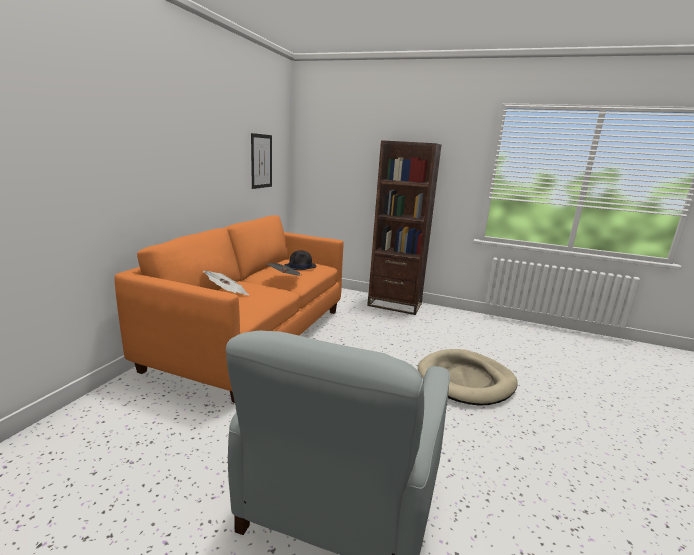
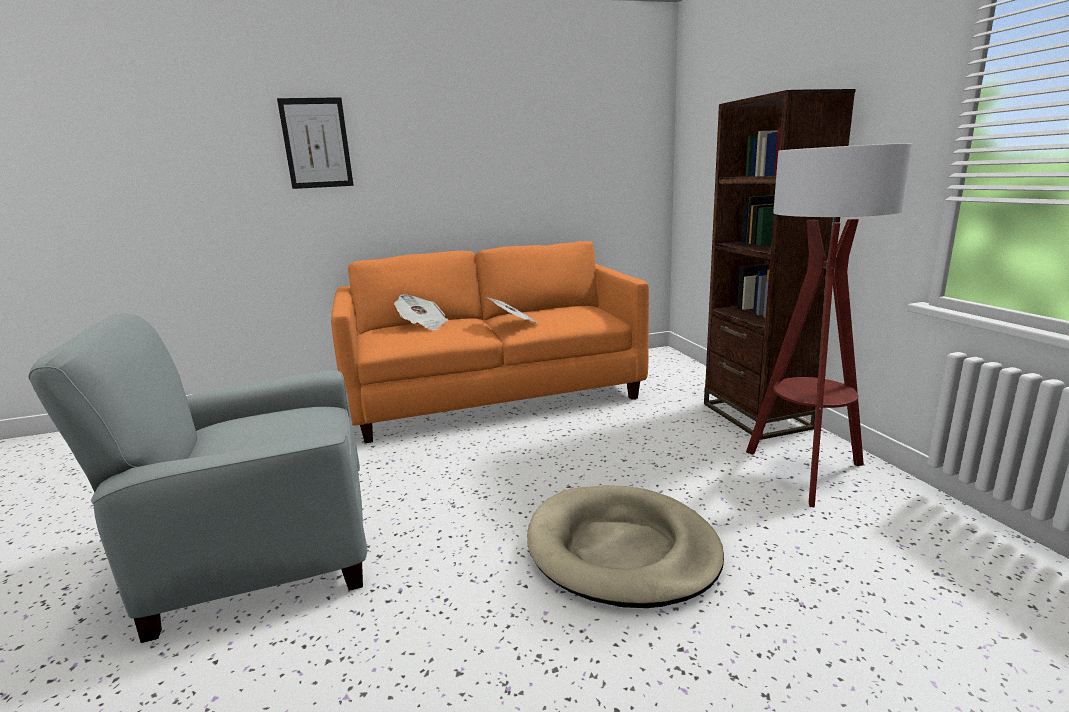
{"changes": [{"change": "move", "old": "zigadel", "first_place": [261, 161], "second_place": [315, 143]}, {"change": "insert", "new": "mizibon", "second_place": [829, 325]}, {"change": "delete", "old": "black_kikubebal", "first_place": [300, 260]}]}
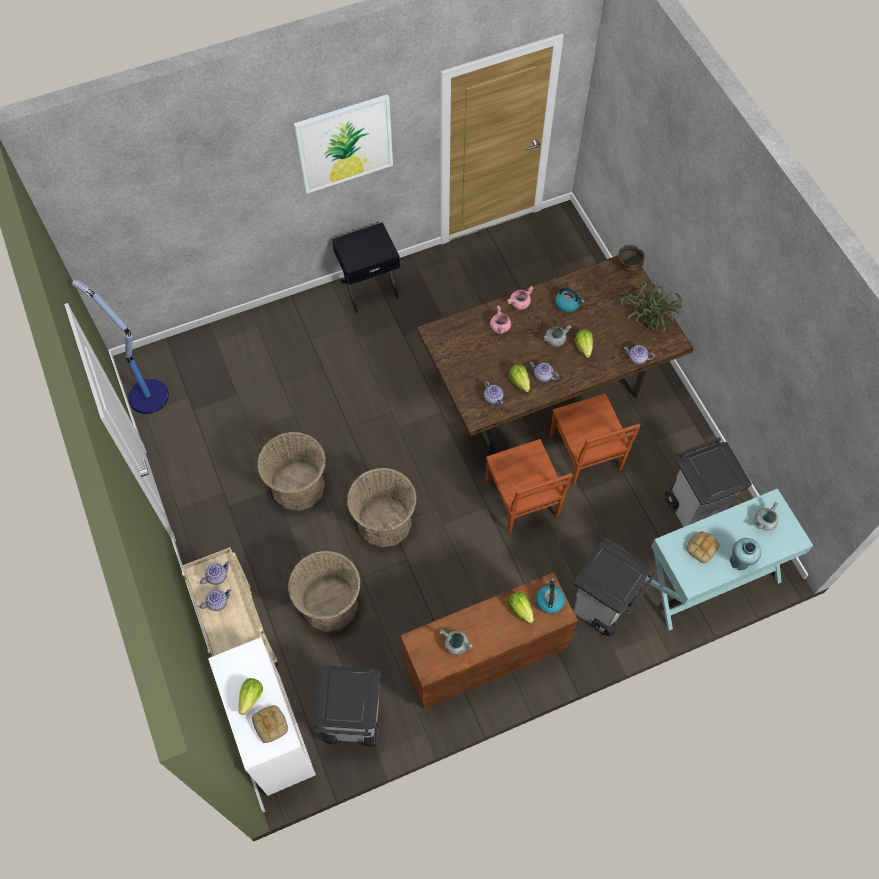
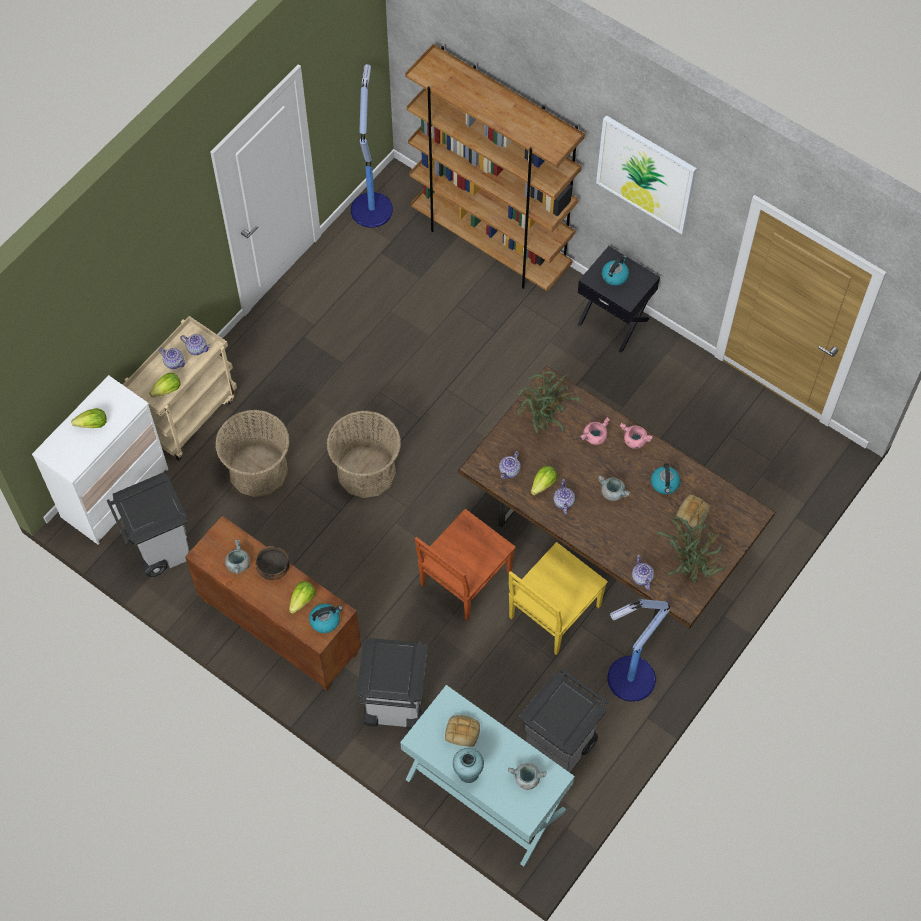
{"changes": [{"change": "move", "old": "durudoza", "first_place": [584, 343], "second_place": [164, 385]}, {"change": "move", "old": "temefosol", "first_place": [631, 258], "second_place": [272, 563]}, {"change": "insert", "new": "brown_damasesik", "second_place": [495, 168]}, {"change": "recolor", "old": "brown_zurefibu", "new": "yellow_zurefibu", "first_place": [595, 439], "second_place": [558, 598]}, {"change": "insert", "new": "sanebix", "second_place": [548, 402]}, {"change": "insert", "new": "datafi", "second_place": [615, 270]}, {"change": "insert", "new": "mizibon", "second_place": [638, 650]}, {"change": "move", "old": "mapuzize", "first_place": [270, 724], "second_place": [693, 511]}, {"change": "delete", "old": "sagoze", "first_place": [291, 471]}]}
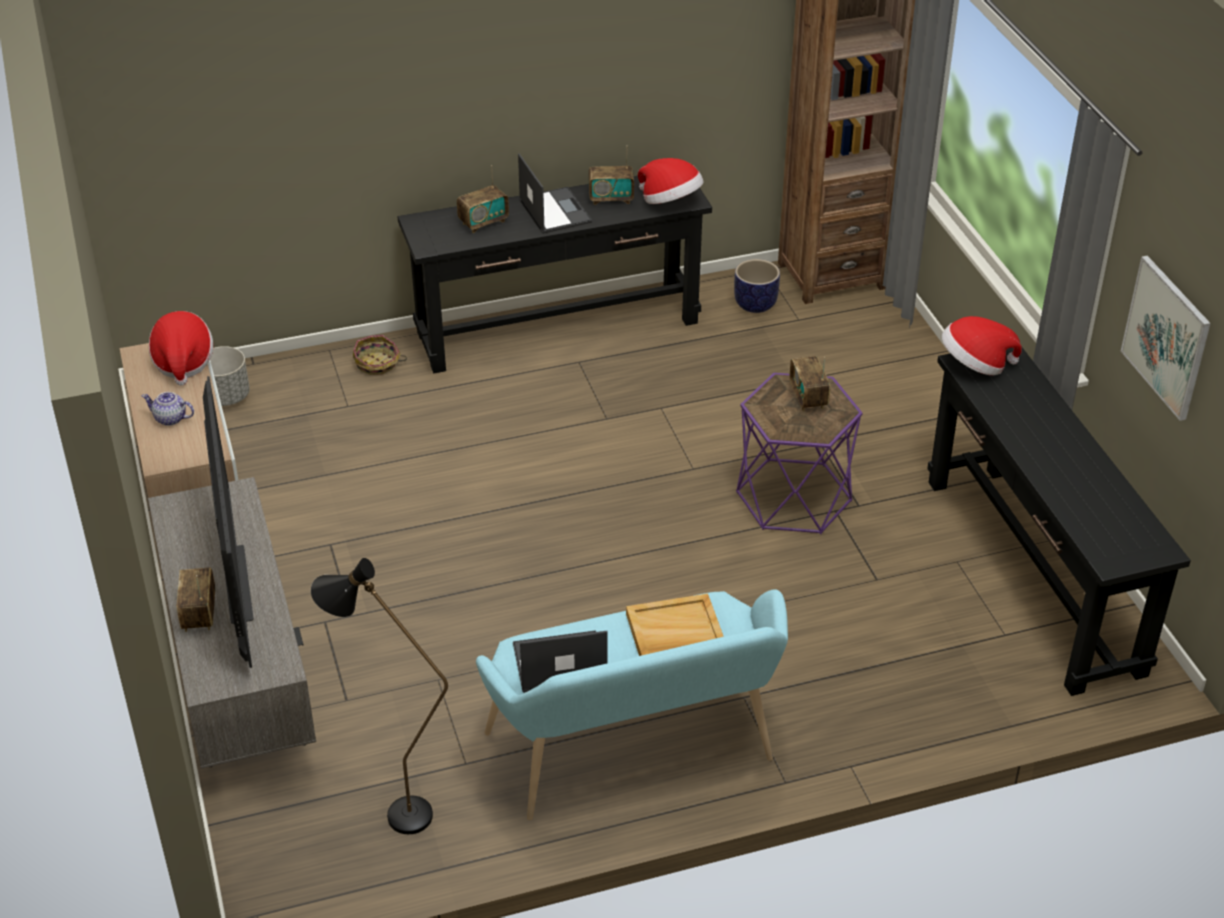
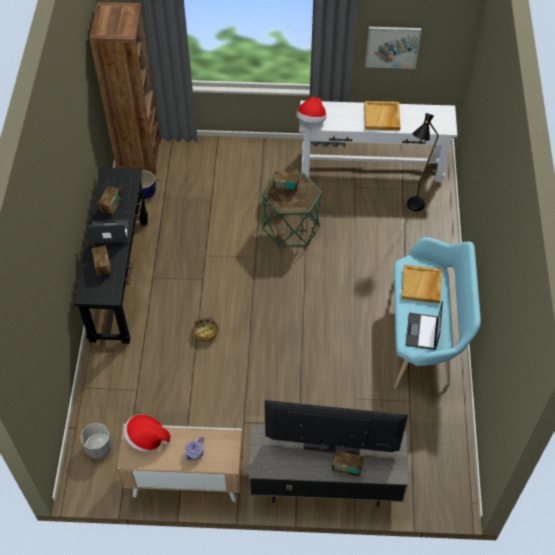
{"changes": [{"change": "move", "old": "sagoze", "first_place": [380, 355], "second_place": [206, 329]}, {"change": "recolor", "old": "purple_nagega", "new": "green_nagega", "first_place": [799, 453], "second_place": [292, 210]}, {"change": "recolor", "old": "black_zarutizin", "new": "white_zarutizin", "first_place": [1059, 521], "second_place": [378, 141]}, {"change": "insert", "new": "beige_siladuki", "second_place": [382, 115]}, {"change": "move", "old": "black_mizibon", "first_place": [379, 696], "second_place": [422, 162]}, {"change": "delete", "old": "kikubebal", "first_place": [671, 181]}]}
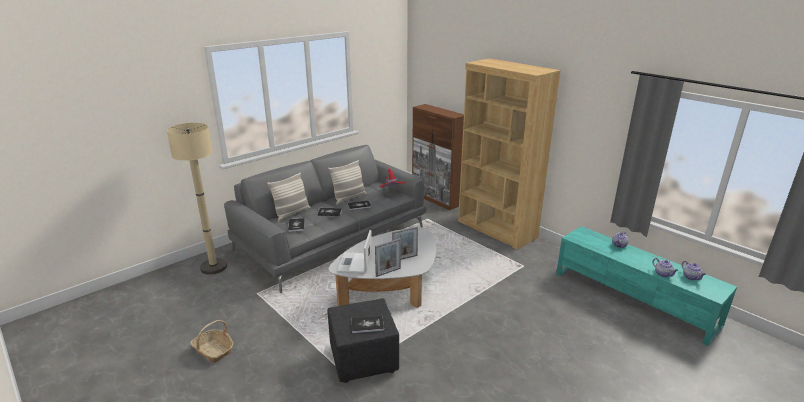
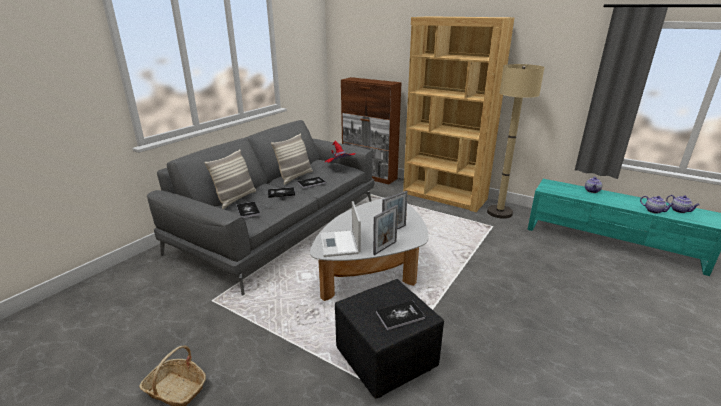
{"changes": [{"change": "move", "old": "beige_mizibon", "first_place": [197, 199], "second_place": [516, 141]}]}
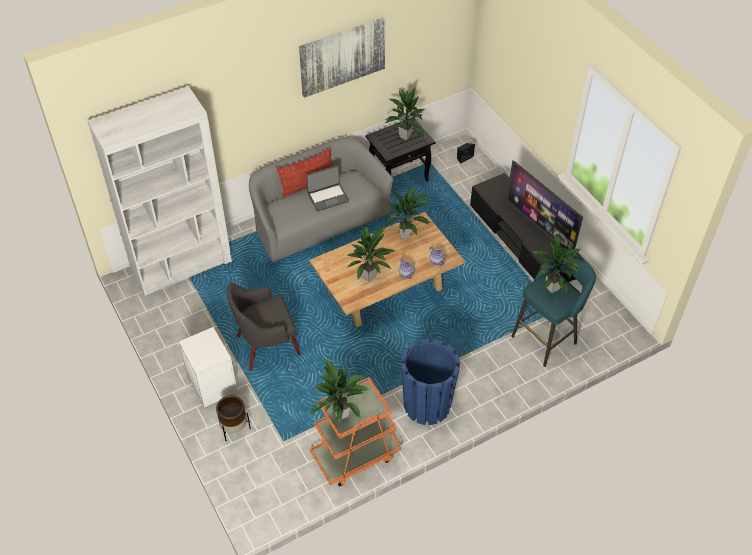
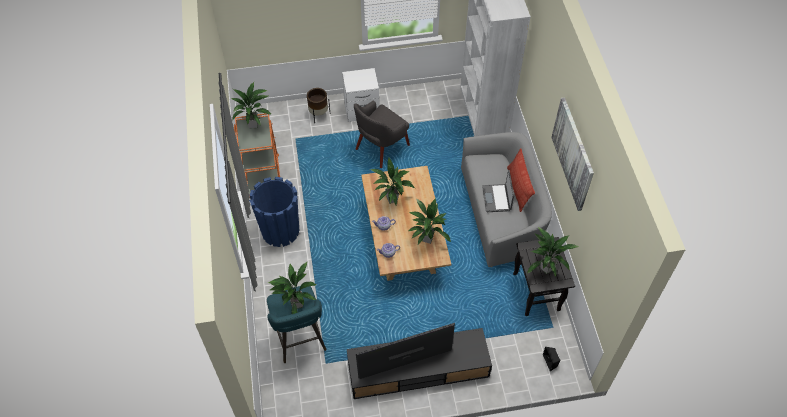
{"changes": [{"change": "rotate", "old": "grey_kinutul", "first_place": [264, 326], "second_place": [382, 134], "degrees": -135}]}
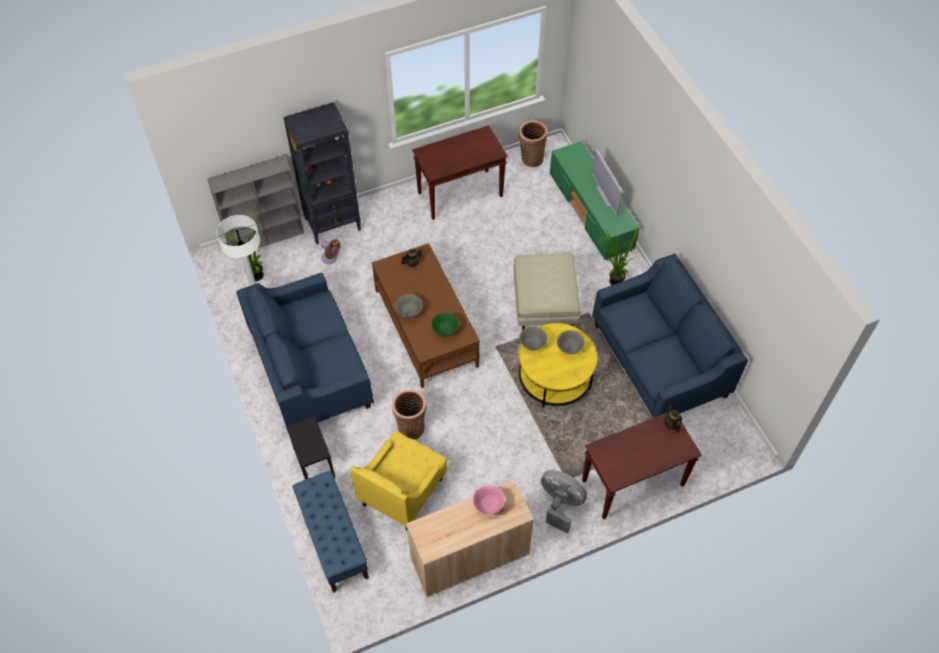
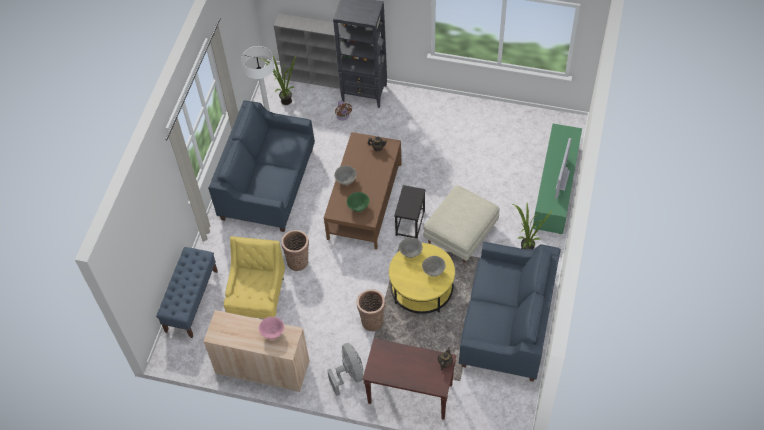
{"changes": [{"change": "rotate", "old": "yellow_kinutul", "first_place": [398, 481], "second_place": [254, 277], "degrees": 120}, {"change": "move", "old": "sagoze", "first_place": [533, 144], "second_place": [371, 310]}, {"change": "move", "old": "black_nagega", "first_place": [310, 448], "second_place": [410, 212]}, {"change": "delete", "old": "brown_zarutizin", "first_place": [460, 172]}]}
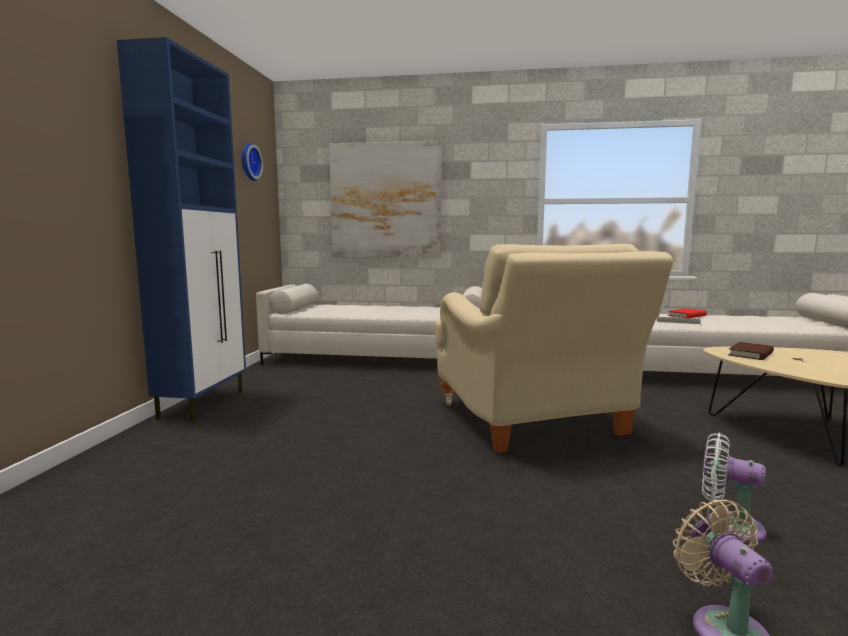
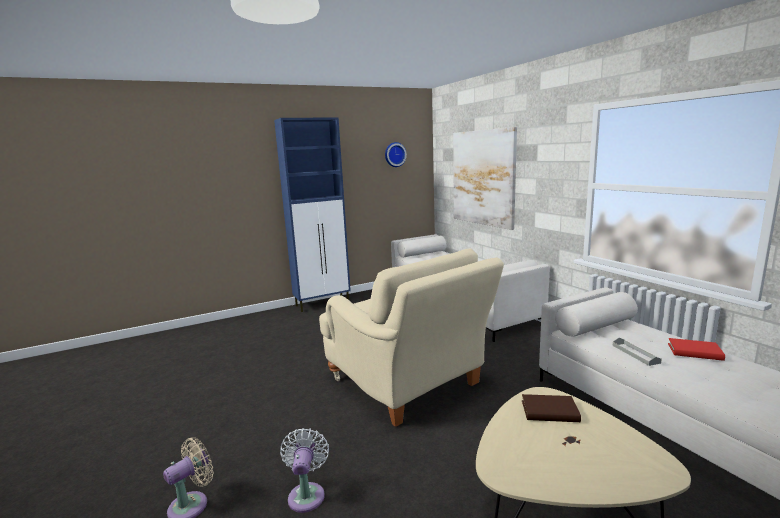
{"changes": [{"change": "rotate", "old": "beige_kinutul", "first_place": [554, 348], "second_place": [411, 338], "degrees": -75}]}
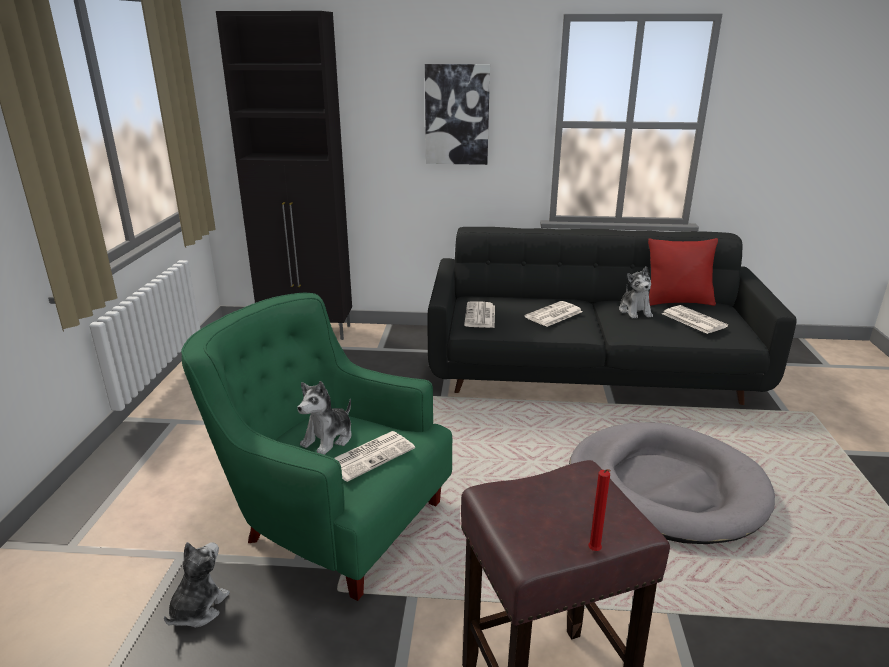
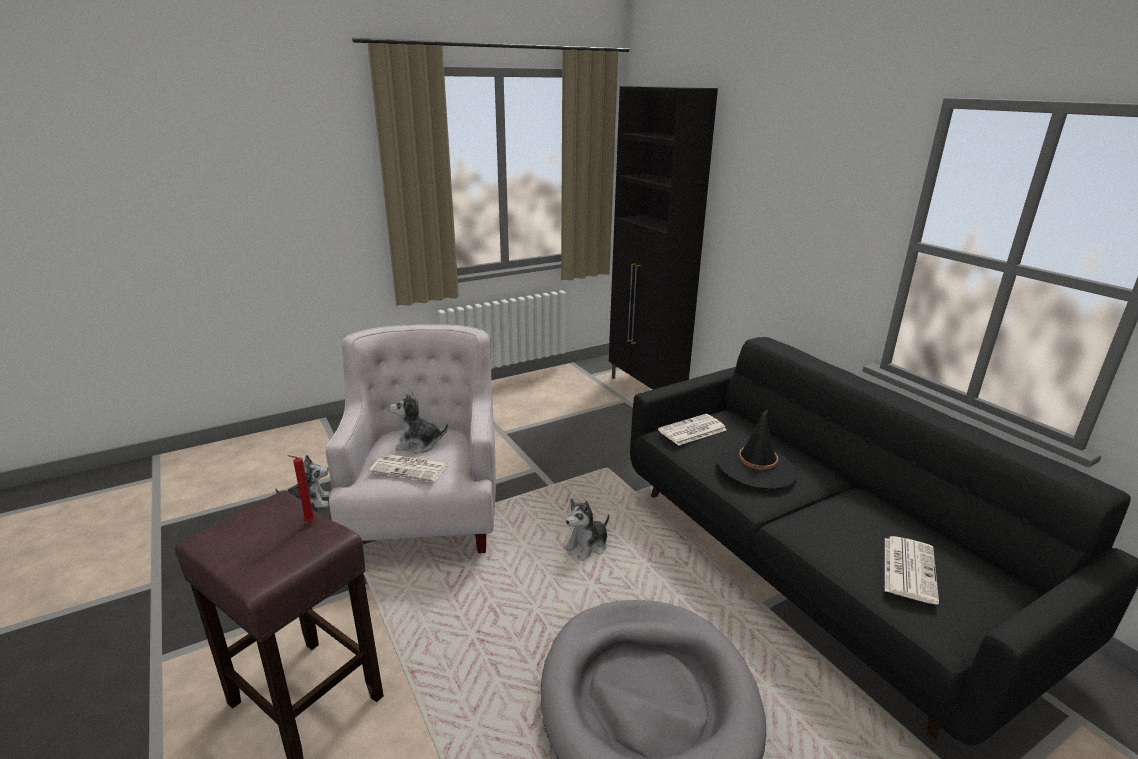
{"changes": [{"change": "move", "old": "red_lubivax", "first_place": [599, 510], "second_place": [301, 488]}, {"change": "recolor", "old": "green_kinutul", "new": "white_kinutul", "first_place": [316, 447], "second_place": [411, 438]}, {"change": "move", "old": "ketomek", "first_place": [636, 292], "second_place": [586, 529]}, {"change": "replace", "old": "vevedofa", "new": "black_kikubebal", "first_place": [554, 314], "second_place": [757, 449]}, {"change": "delete", "old": "zigadel", "first_place": [457, 114]}, {"change": "delete", "old": "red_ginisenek", "first_place": [683, 272]}]}
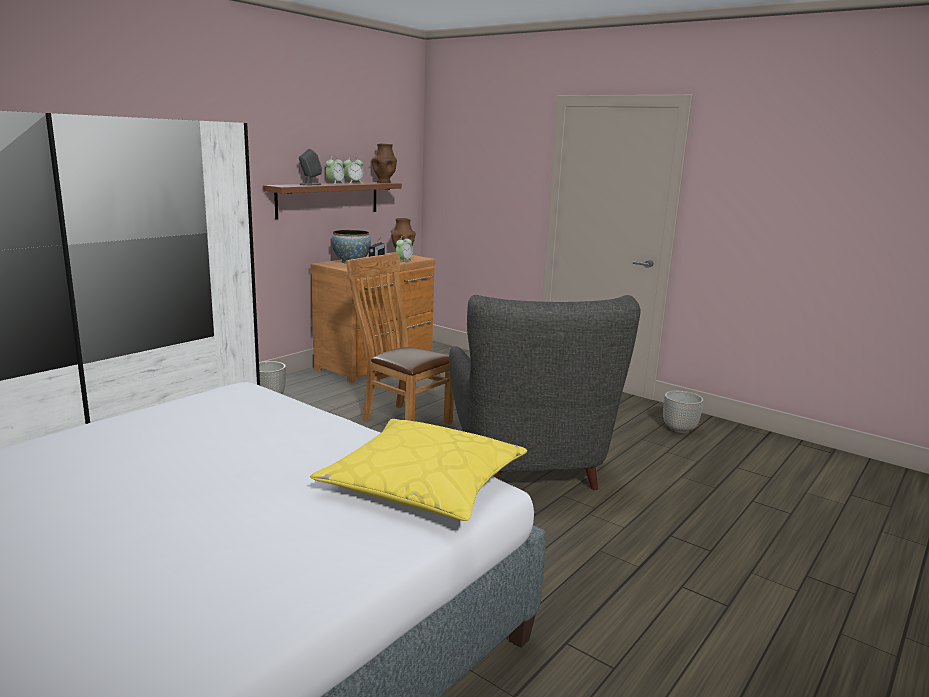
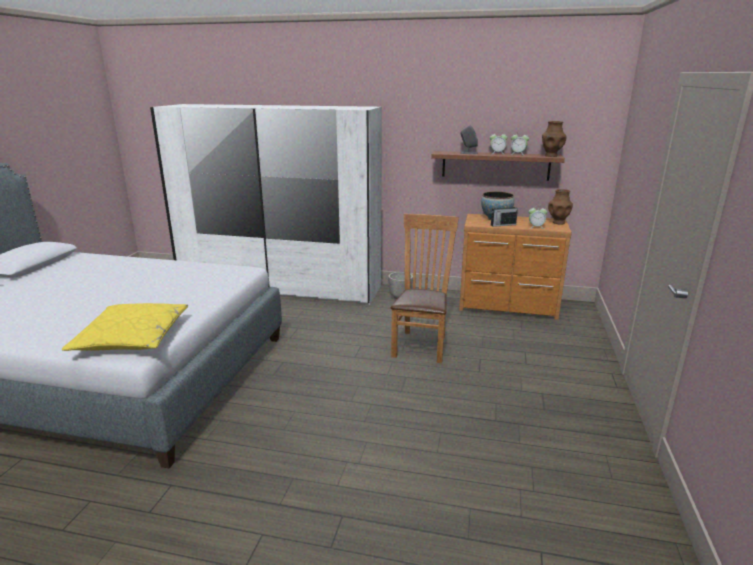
{"changes": [{"change": "delete", "old": "grey_kinutul", "first_place": [545, 392]}, {"change": "delete", "old": "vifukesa", "first_place": [683, 411]}]}
